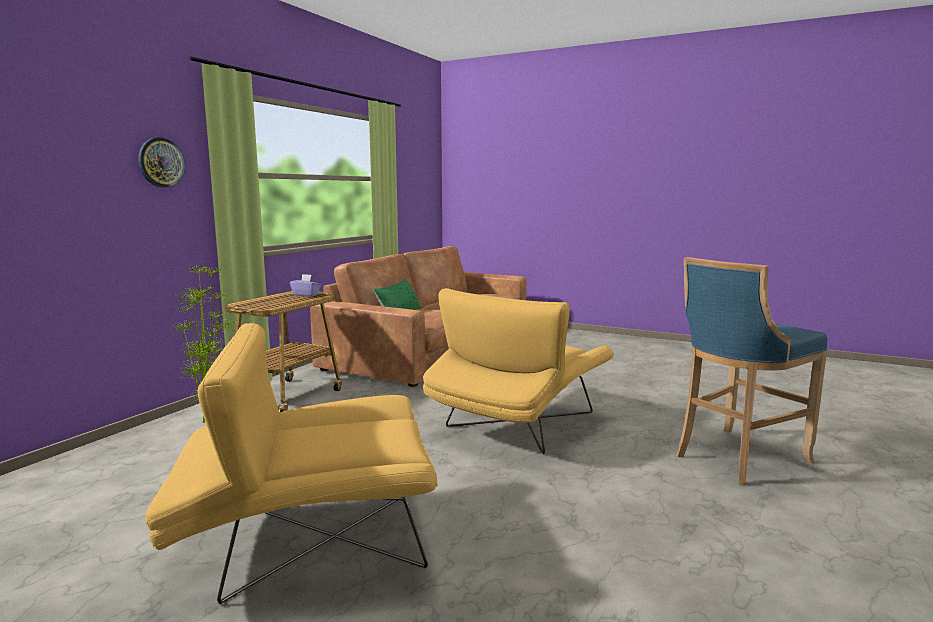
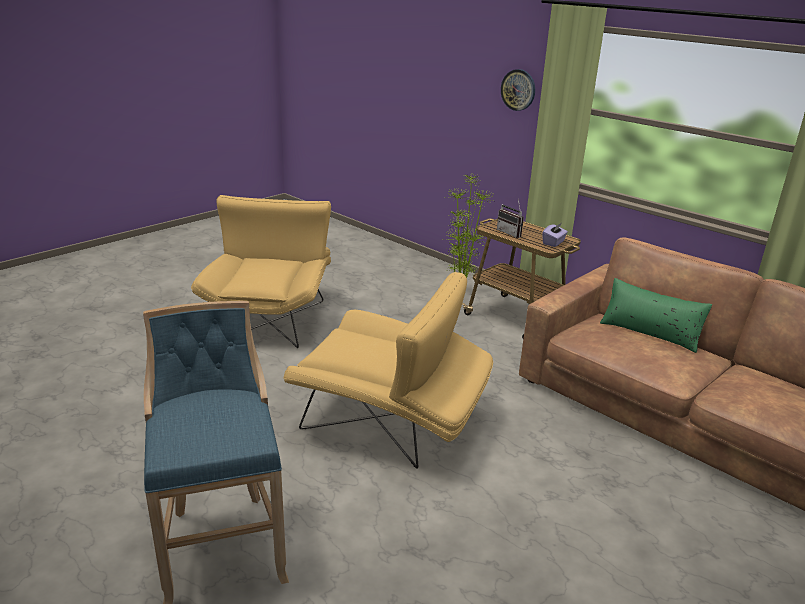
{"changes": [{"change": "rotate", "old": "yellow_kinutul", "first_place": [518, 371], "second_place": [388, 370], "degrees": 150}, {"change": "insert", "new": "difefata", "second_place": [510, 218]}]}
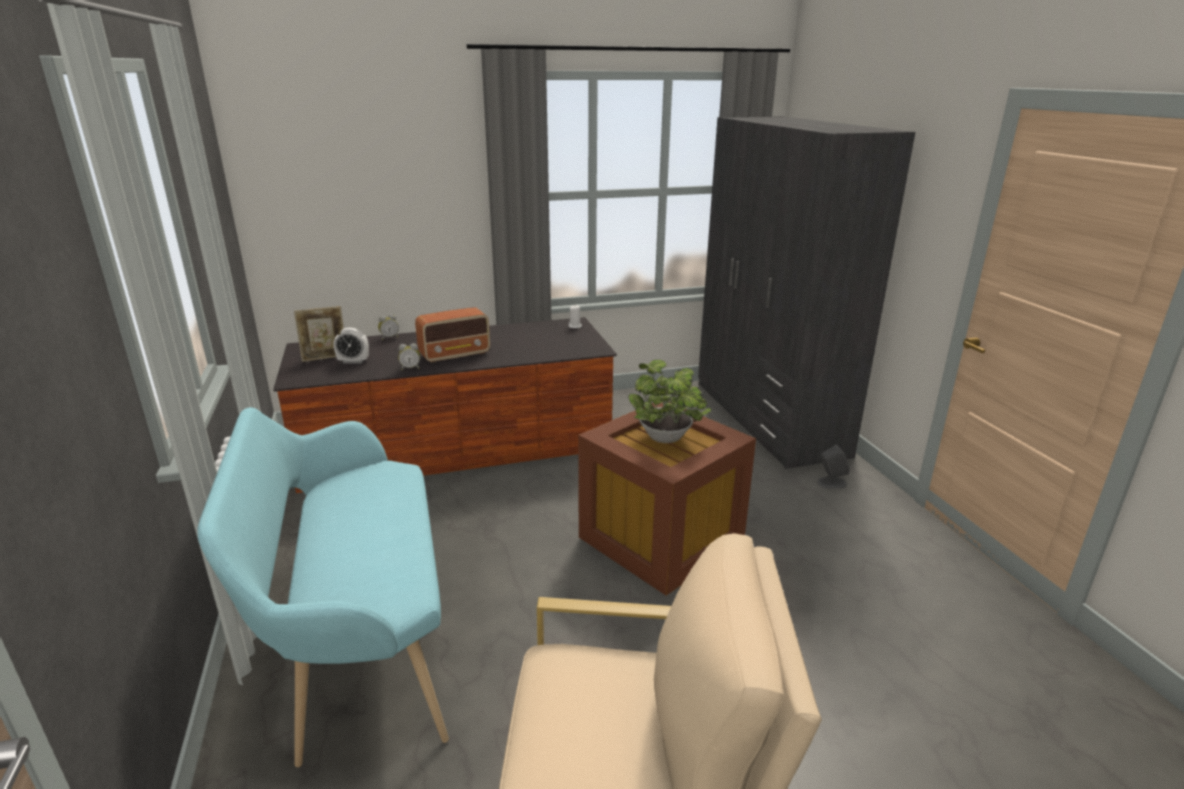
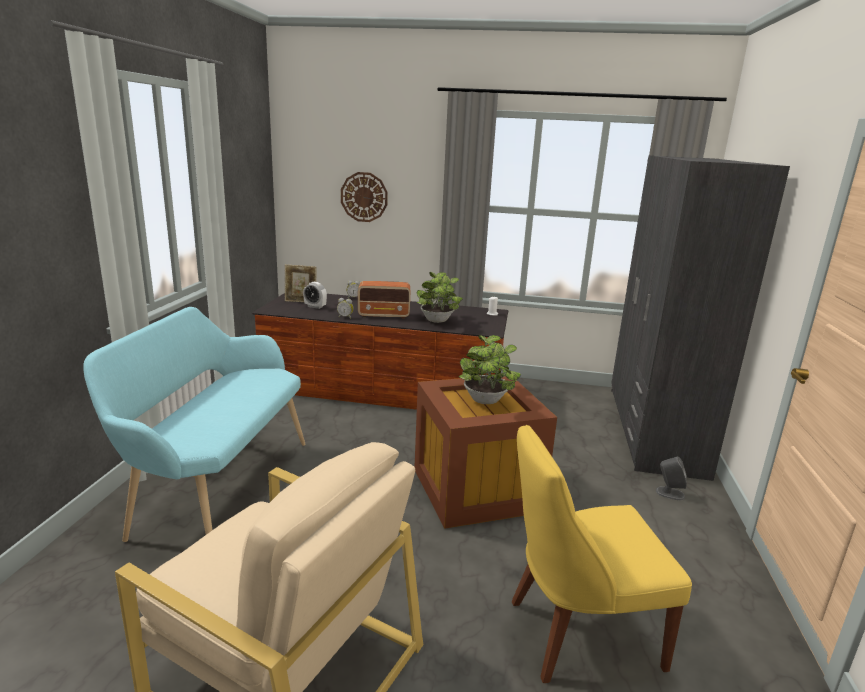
{"changes": [{"change": "insert", "new": "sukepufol", "second_place": [364, 197]}, {"change": "insert", "new": "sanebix", "second_place": [440, 297]}, {"change": "insert", "new": "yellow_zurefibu", "second_place": [602, 554]}]}
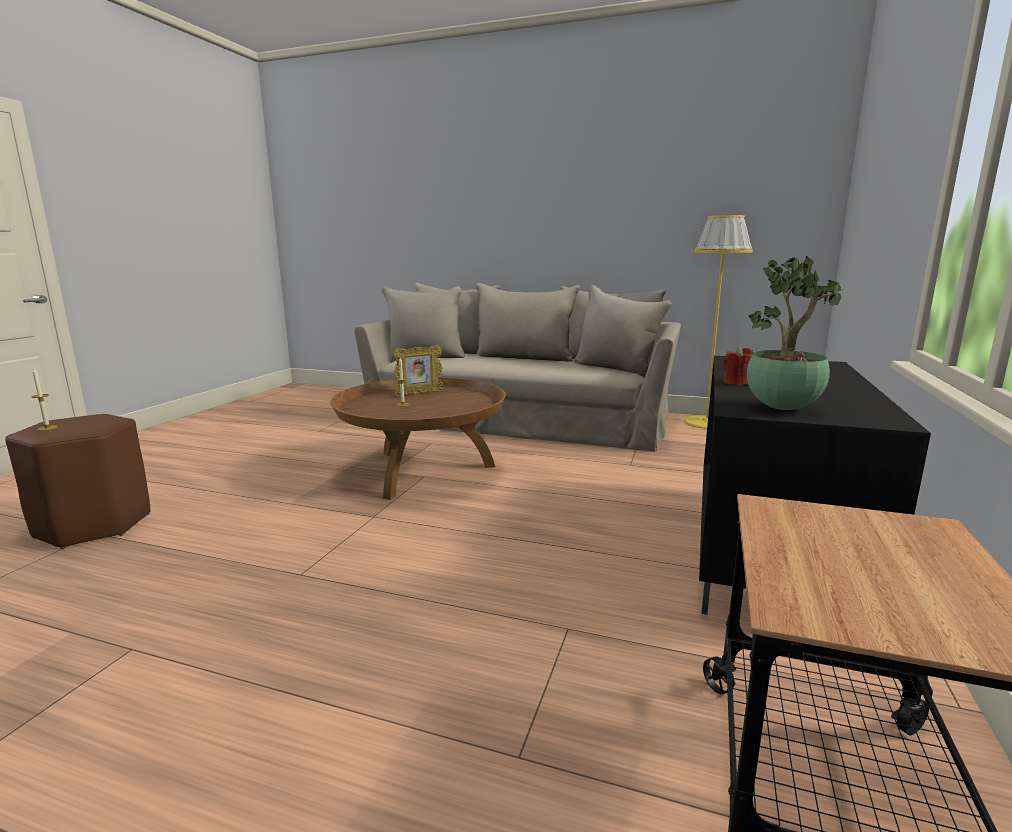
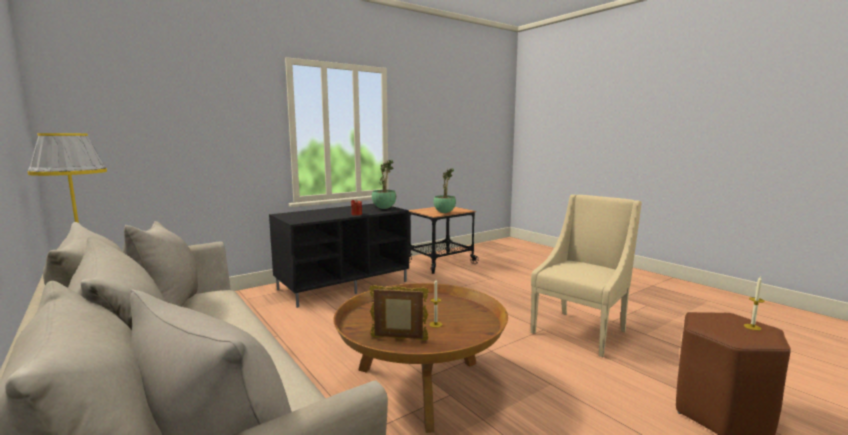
{"changes": [{"change": "insert", "new": "sanebix", "second_place": [445, 190]}, {"change": "insert", "new": "beige_kinutul", "second_place": [586, 275]}]}
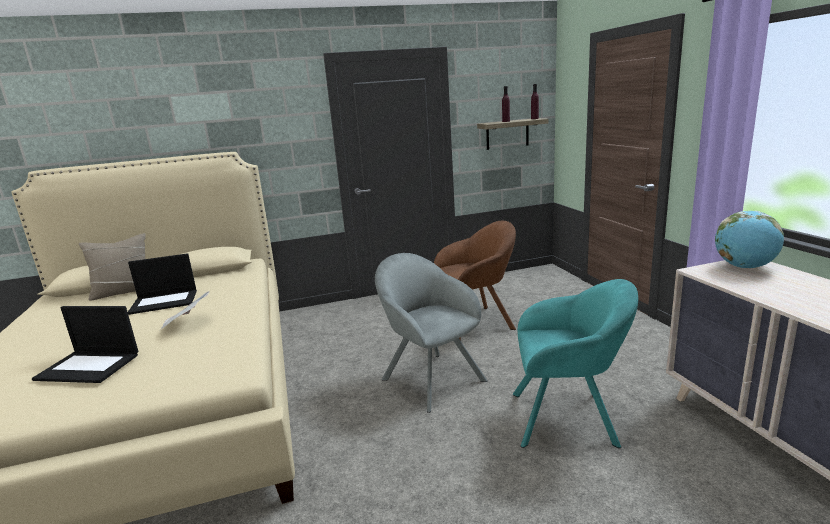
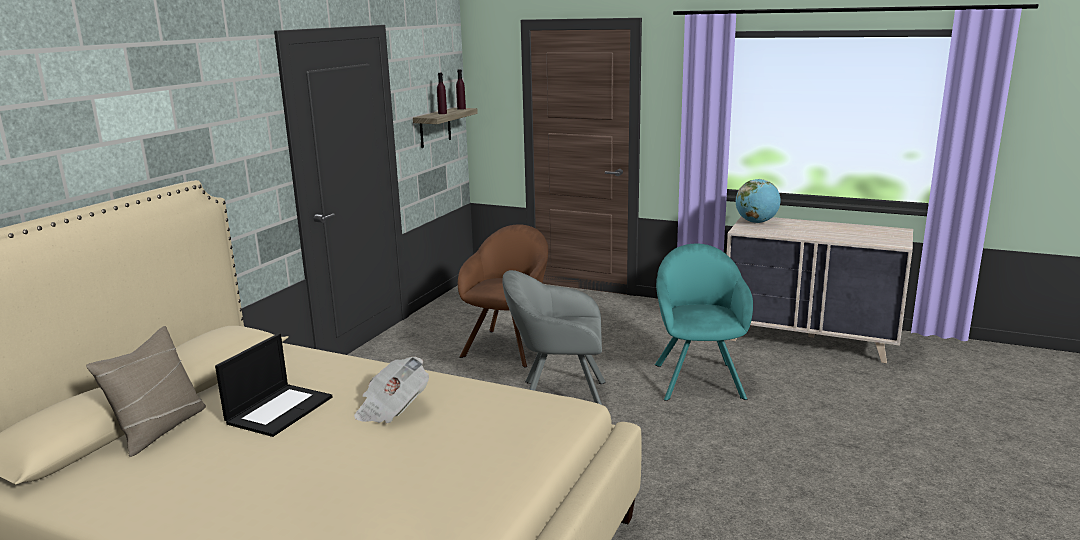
{"changes": [{"change": "rotate", "old": "turquoise_kinutul", "first_place": [575, 363], "second_place": [704, 322], "degrees": -45}, {"change": "delete", "old": "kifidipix", "first_place": [85, 344]}]}
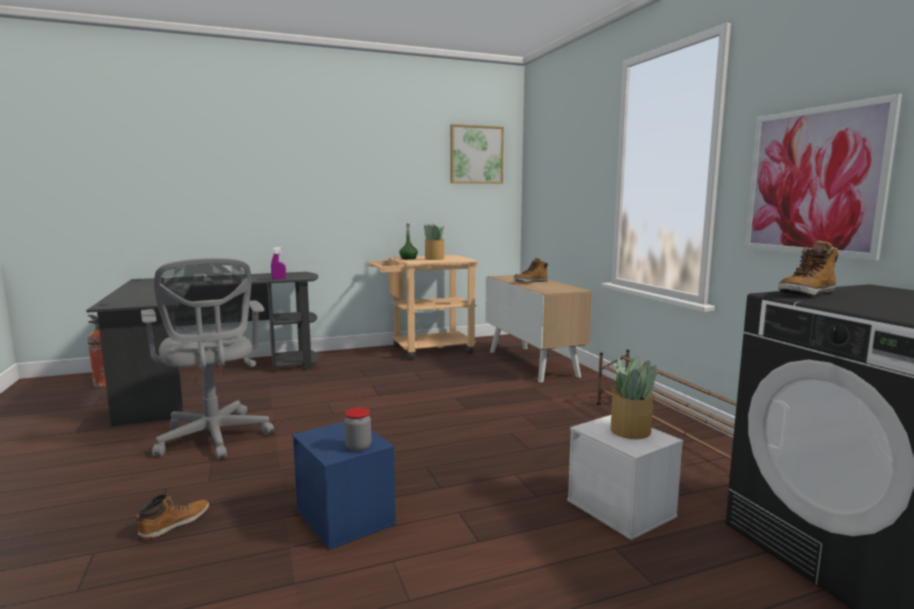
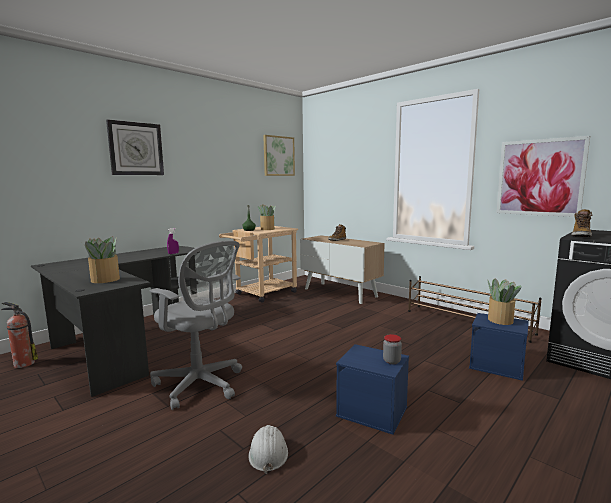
{"changes": [{"change": "insert", "new": "sanebix", "second_place": [101, 259]}, {"change": "insert", "new": "sukepufol", "second_place": [135, 147]}, {"change": "replace", "old": "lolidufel", "new": "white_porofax", "first_place": [172, 517], "second_place": [268, 449]}, {"change": "recolor", "old": "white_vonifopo", "new": "blue_vonifopo", "first_place": [625, 477], "second_place": [499, 347]}]}
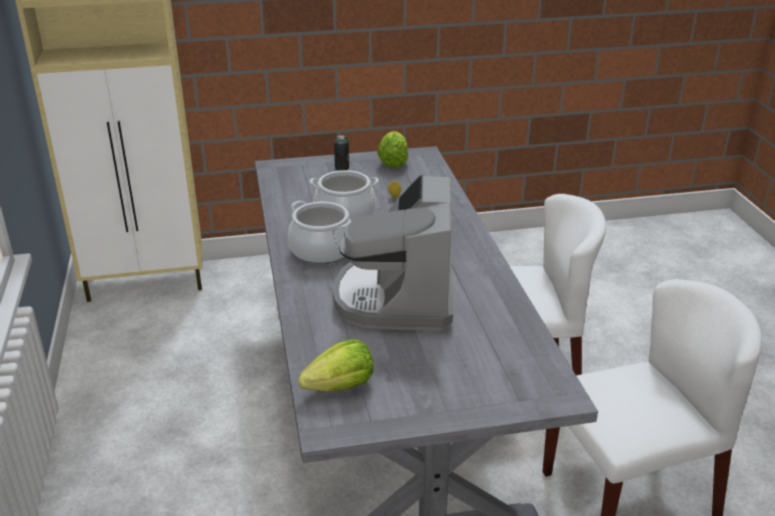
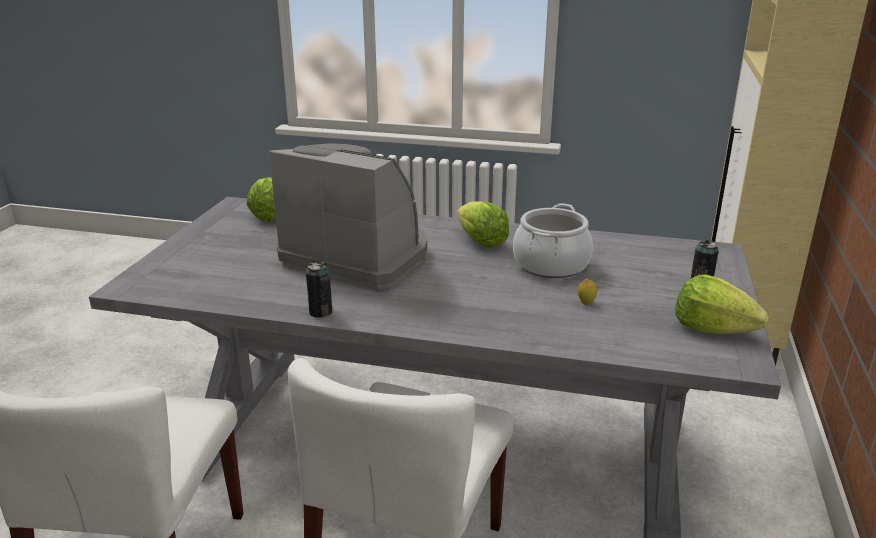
{"changes": [{"change": "insert", "new": "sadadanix", "second_place": [319, 289]}, {"change": "replace", "old": "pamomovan", "new": "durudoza", "first_place": [320, 232], "second_place": [483, 224]}]}
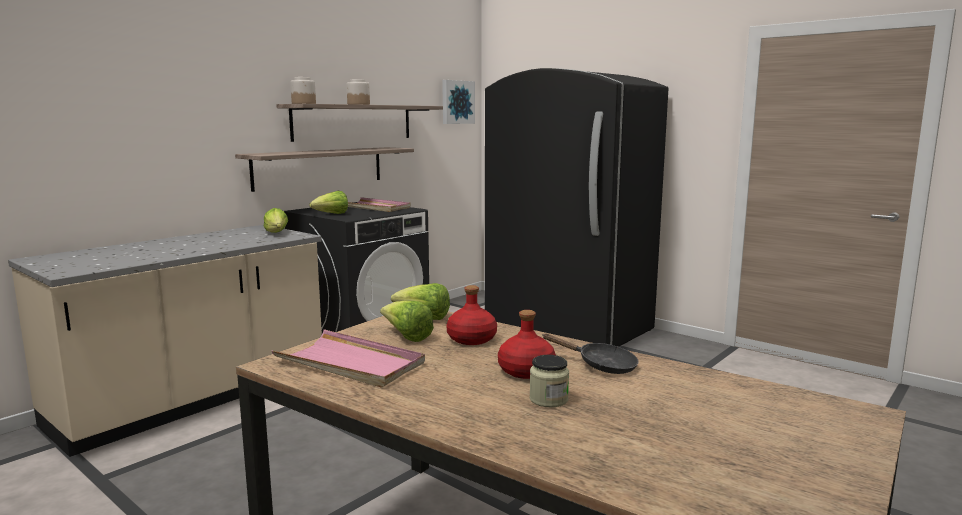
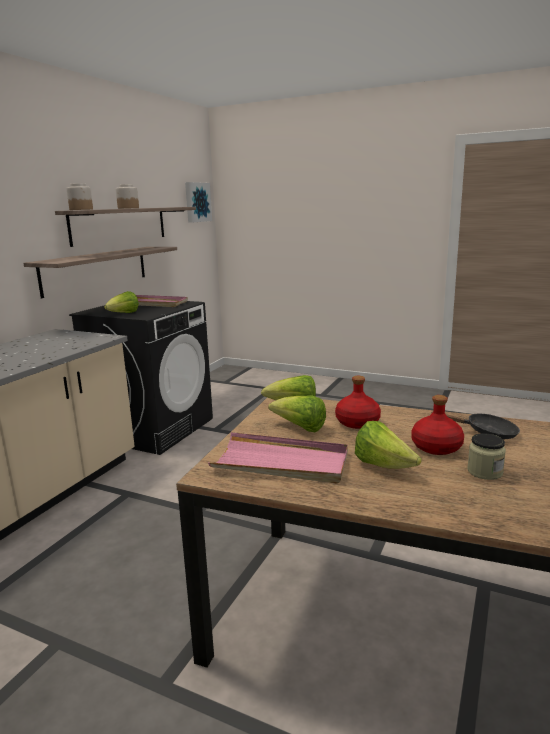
{"changes": [{"change": "move", "old": "durudoza", "first_place": [276, 220], "second_place": [388, 445]}, {"change": "delete", "old": "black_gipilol", "first_place": [577, 207]}]}
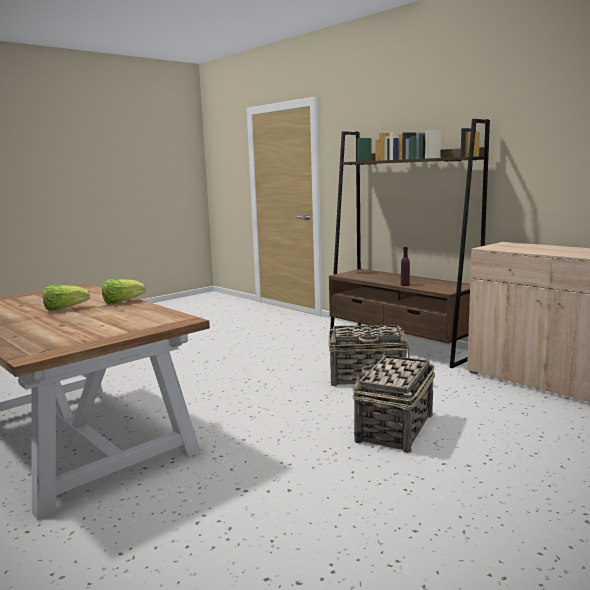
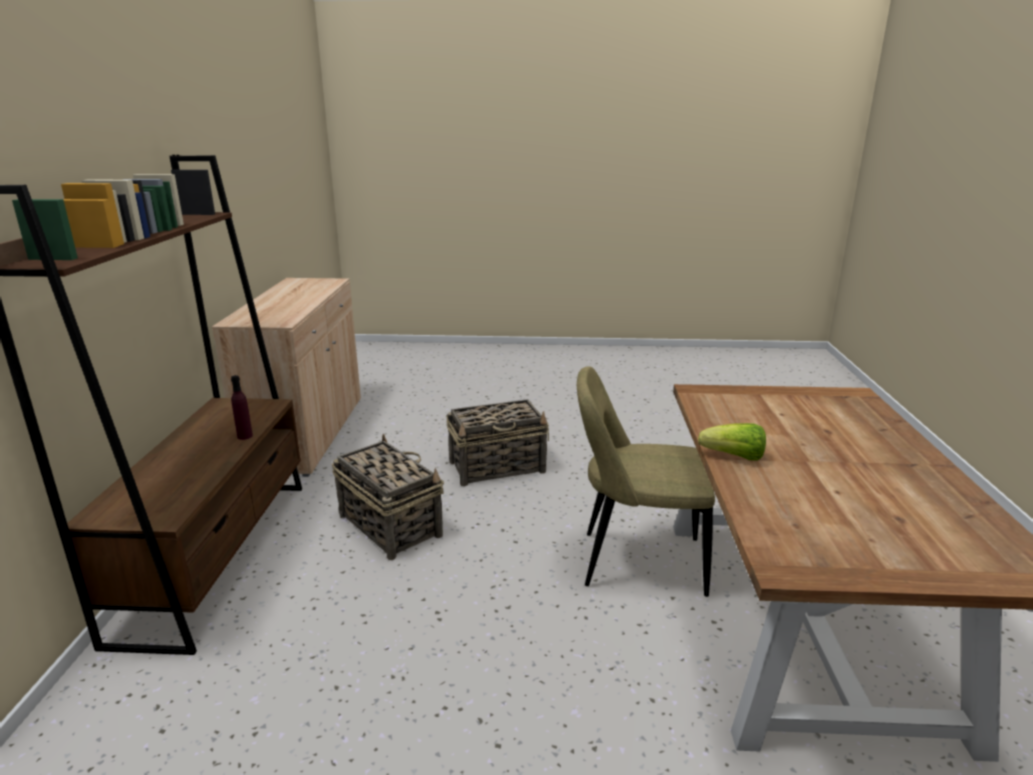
{"changes": [{"change": "insert", "new": "beige_zurefibu", "second_place": [646, 481]}, {"change": "delete", "old": "durudoza", "first_place": [66, 298]}]}
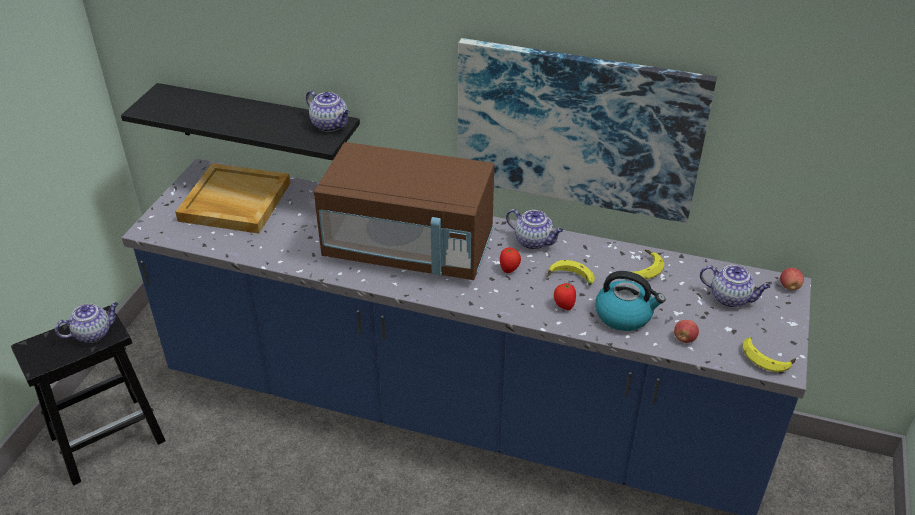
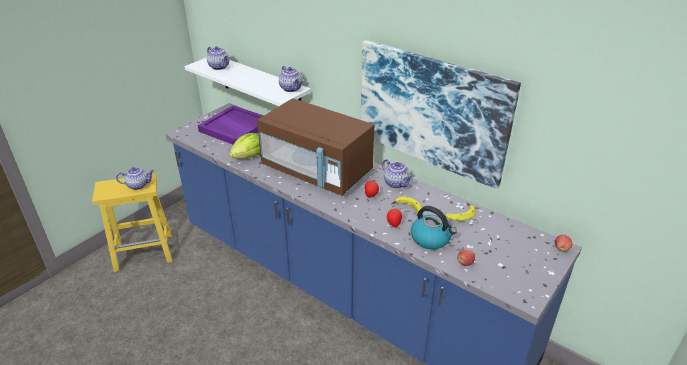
{"changes": [{"change": "recolor", "old": "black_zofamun", "new": "yellow_zofamun", "first_place": [88, 396], "second_place": [132, 222]}, {"change": "recolor", "old": "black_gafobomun", "new": "white_gafobomun", "first_place": [240, 121], "second_place": [247, 82]}, {"change": "recolor", "old": "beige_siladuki", "new": "purple_siladuki", "first_place": [232, 198], "second_place": [231, 125]}, {"change": "move", "old": "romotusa", "first_place": [735, 286], "second_place": [218, 58]}, {"change": "insert", "new": "durudoza", "second_place": [244, 146]}, {"change": "delete", "old": "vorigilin", "first_place": [769, 354]}]}
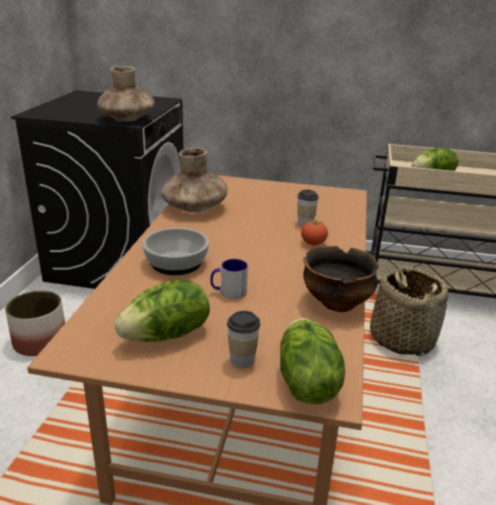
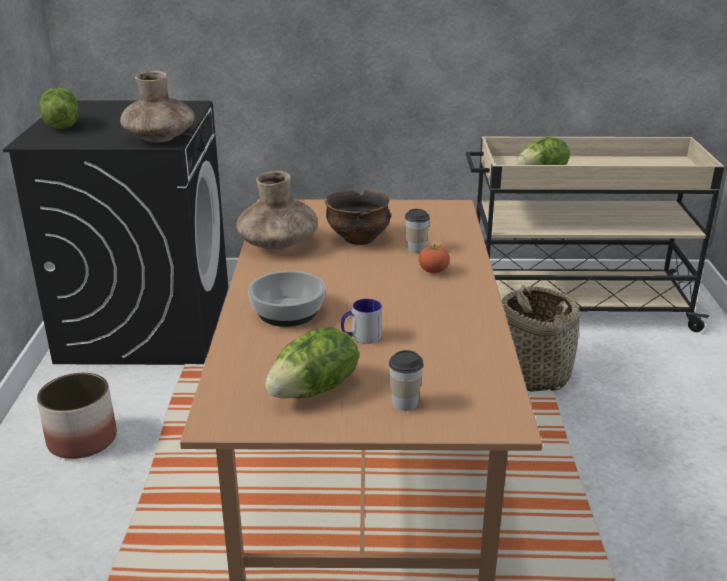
{"changes": [{"change": "move", "old": "durudoza", "first_place": [312, 361], "second_place": [59, 108]}, {"change": "move", "old": "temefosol", "first_place": [341, 279], "second_place": [358, 217]}]}
